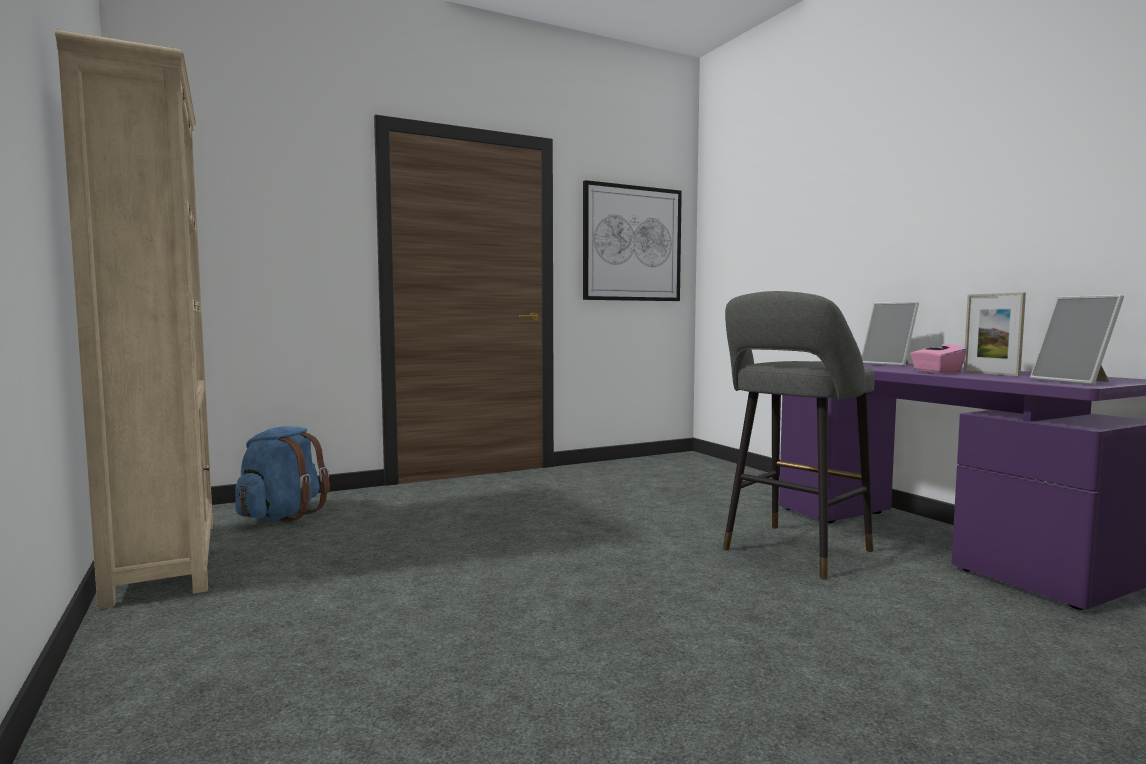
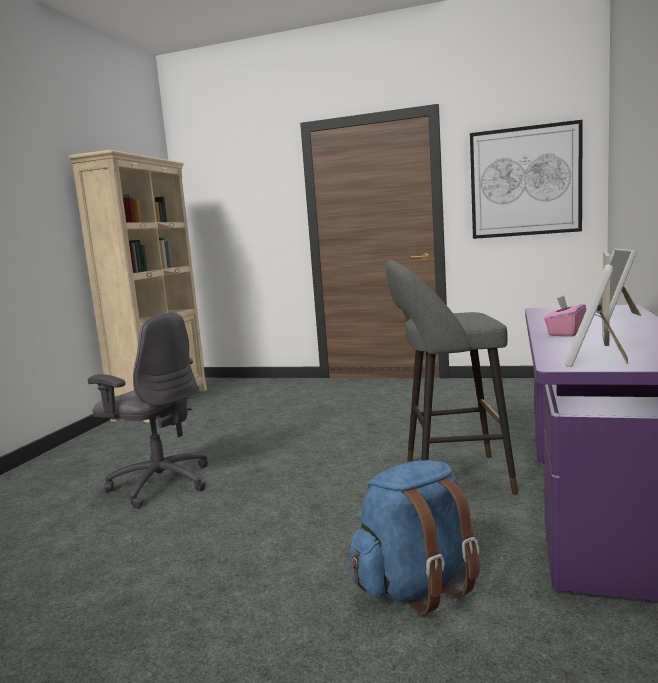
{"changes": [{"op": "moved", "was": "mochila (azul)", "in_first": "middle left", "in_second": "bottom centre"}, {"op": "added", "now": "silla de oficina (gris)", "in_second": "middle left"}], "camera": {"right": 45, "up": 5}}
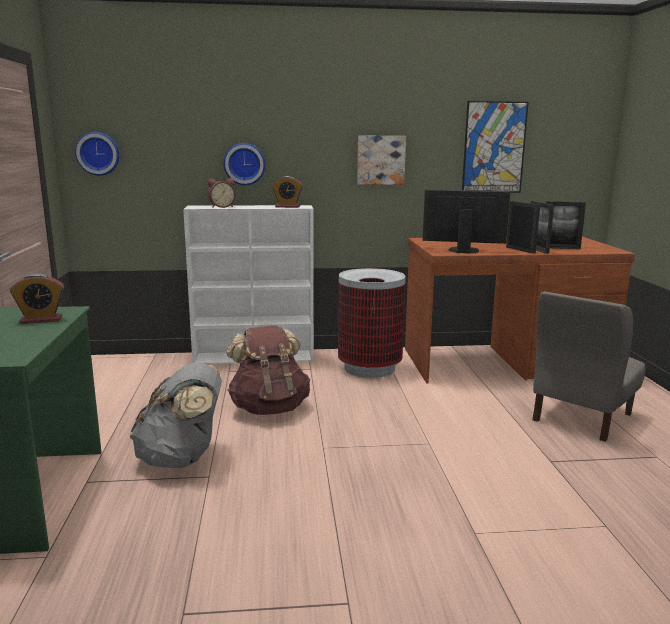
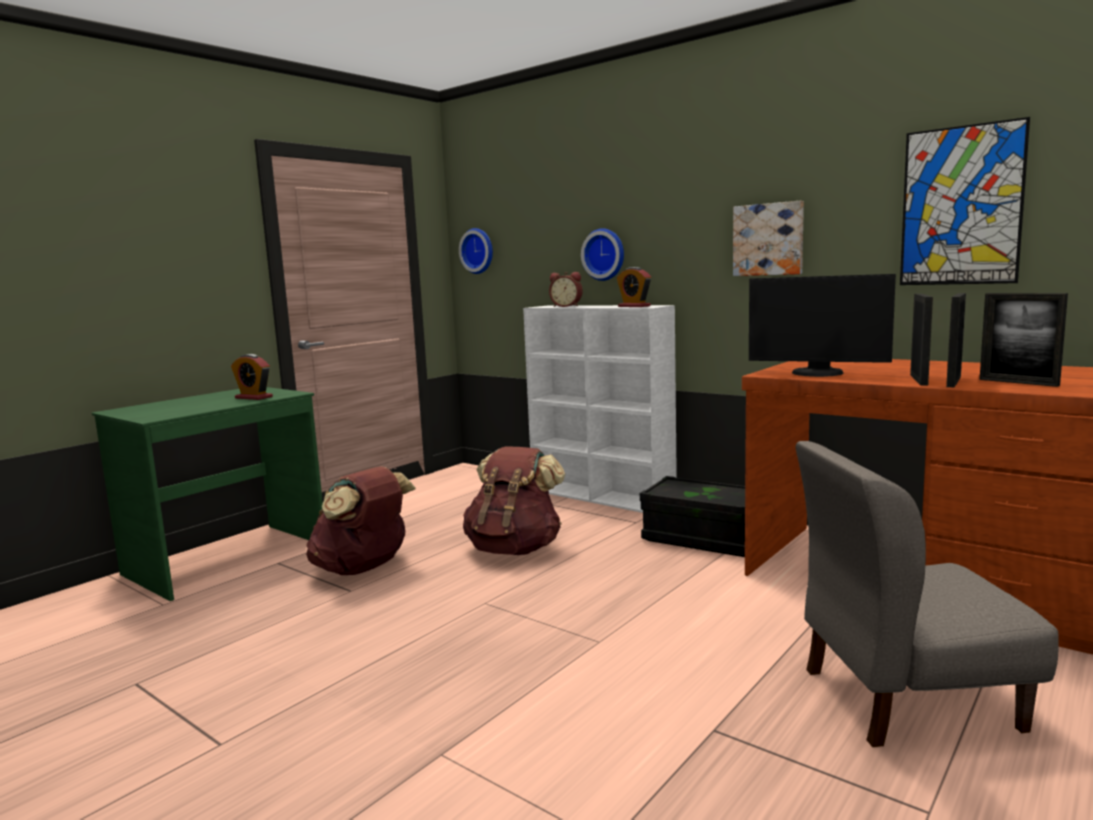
{"changes": [{"op": "turned", "was": "monitor", "in_first": "middle right", "in_second": "middle right", "clockwise": 150}, {"op": "replaced", "was": "papelera", "now": "caja de almacenaje (negro)", "in_first": "centre", "in_second": "centre"}, {"op": "recoloured", "was": "mochila (gris)", "now": "mochila (marrón) (1st from left)", "in_first": "middle left", "in_second": "middle left"}], "camera": {"right": 45, "up": -5}}
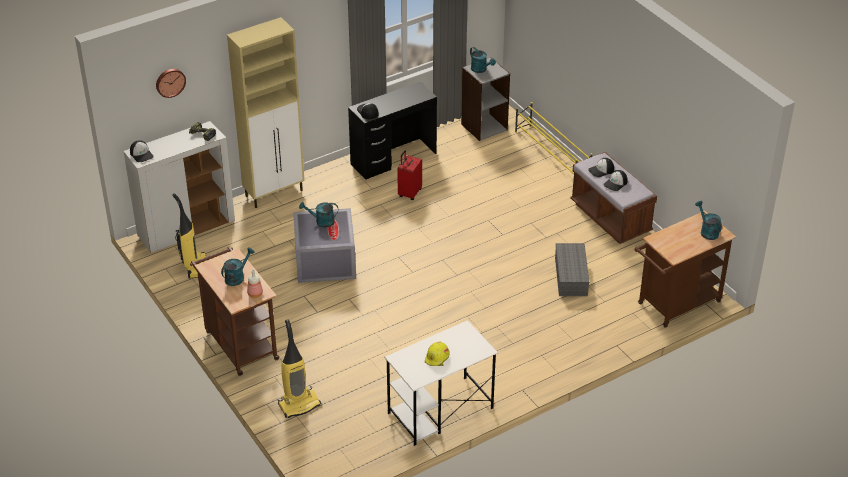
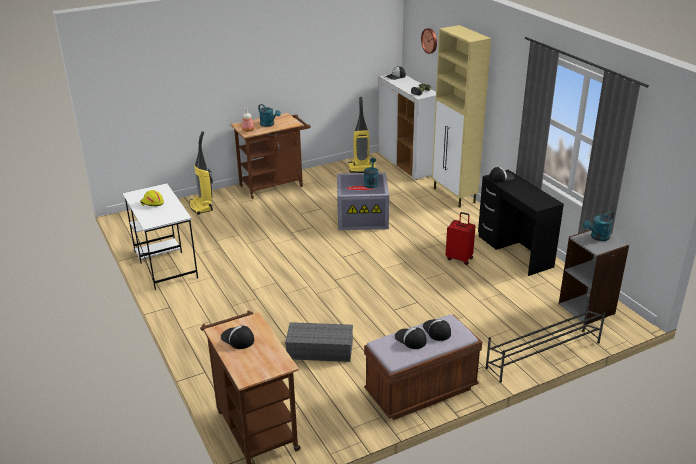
{"changes": [{"op": "recoloured", "was": "zapatero (amarillo)", "now": "zapatero (negro)", "in_first": "top centre", "in_second": "bottom right"}, {"op": "removed", "was": "regadera (turquesa) (4th from left)", "in_first": "middle right"}, {"op": "added", "now": "gorra (1st from left)", "in_second": "bottom centre"}], "camera": {"right": 95, "up": -10}}
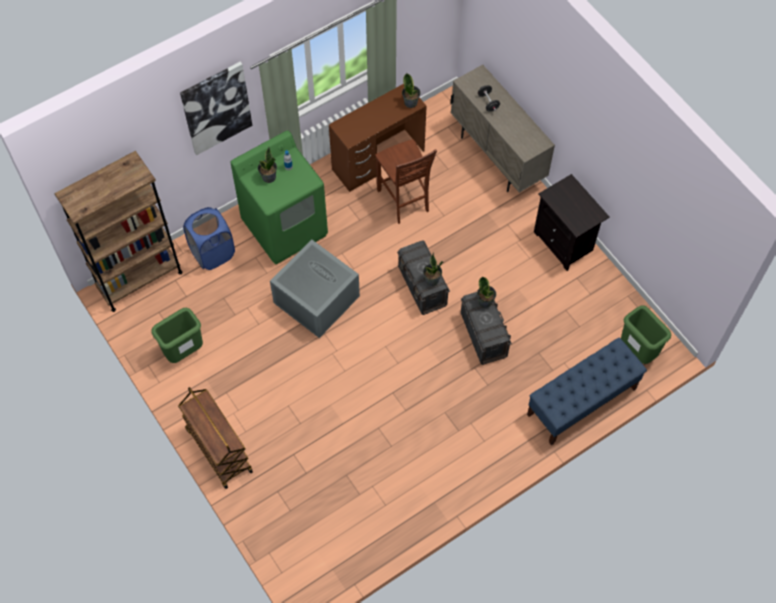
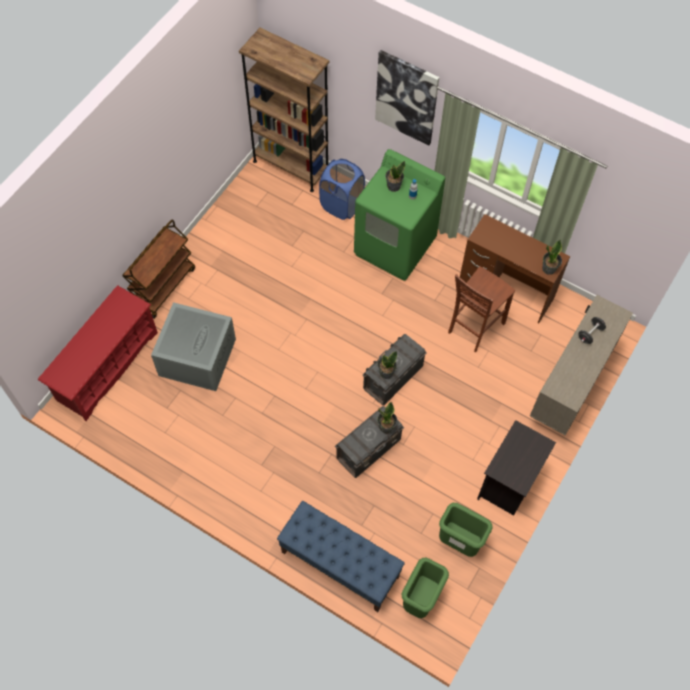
{"changes": [{"op": "moved", "was": "caja de almacenaje (gris) (1st from left)", "in_first": "centre", "in_second": "middle left"}, {"op": "moved", "was": "papelera (verde) (1st from left in the first image)", "now": "papelera (verde) (2nd from left)", "in_first": "middle left", "in_second": "bottom right"}, {"op": "added", "now": "zapatero (rojo)", "in_second": "middle left"}], "camera": {"right": 65, "up": 0}}
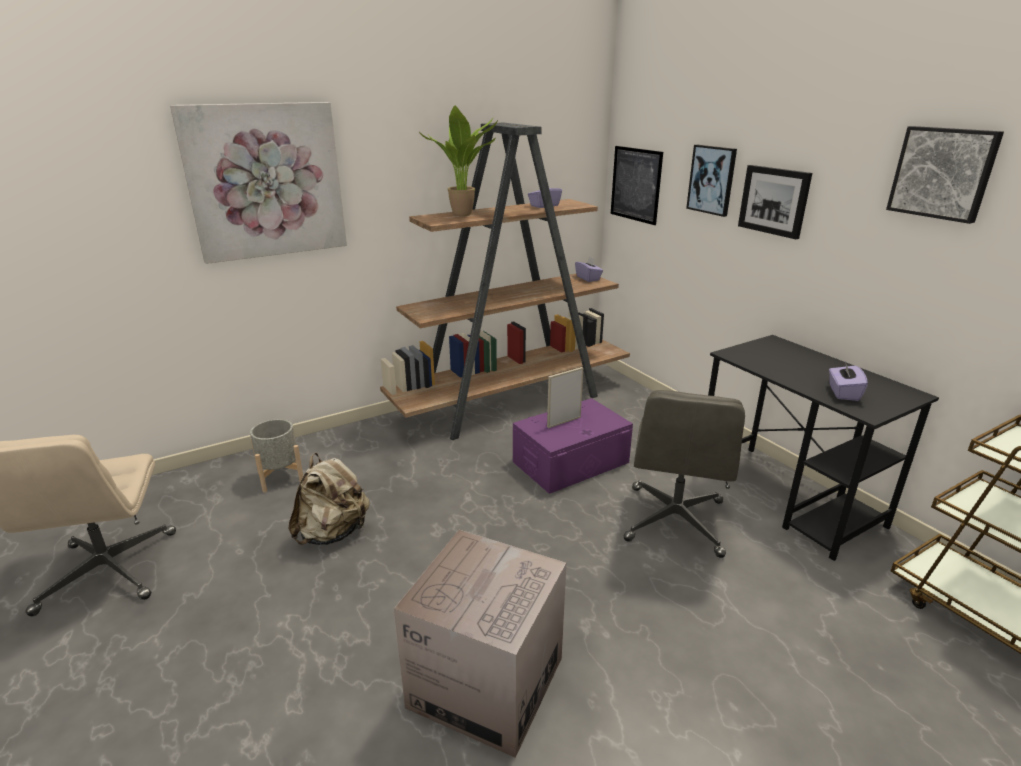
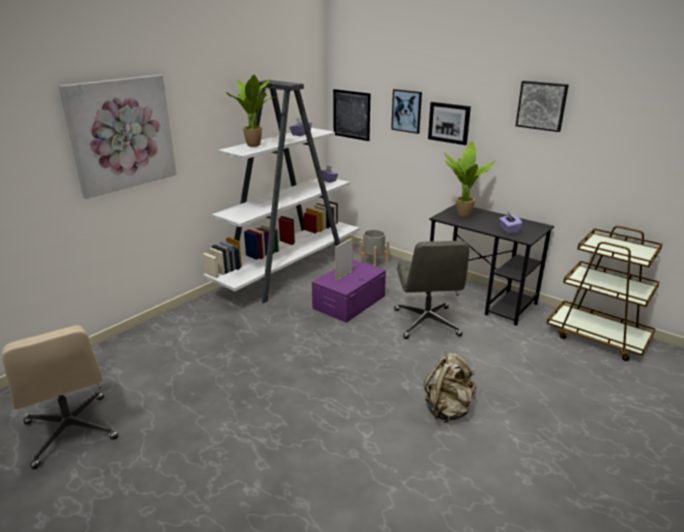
{"changes": [{"op": "recoloured", "was": "estantería (marrón)", "now": "estantería (blanco)", "in_first": "centre", "in_second": "centre"}, {"op": "moved", "was": "maceta (gris)", "in_first": "middle left", "in_second": "centre"}, {"op": "moved", "was": "mochila (beis)", "in_first": "middle left", "in_second": "bottom centre"}, {"op": "removed", "was": "caja de cartón", "in_first": "bottom centre"}, {"op": "added", "now": "planta en maceta (2nd from left)", "in_second": "middle right"}], "camera": {"right": -20, "up": 0}}
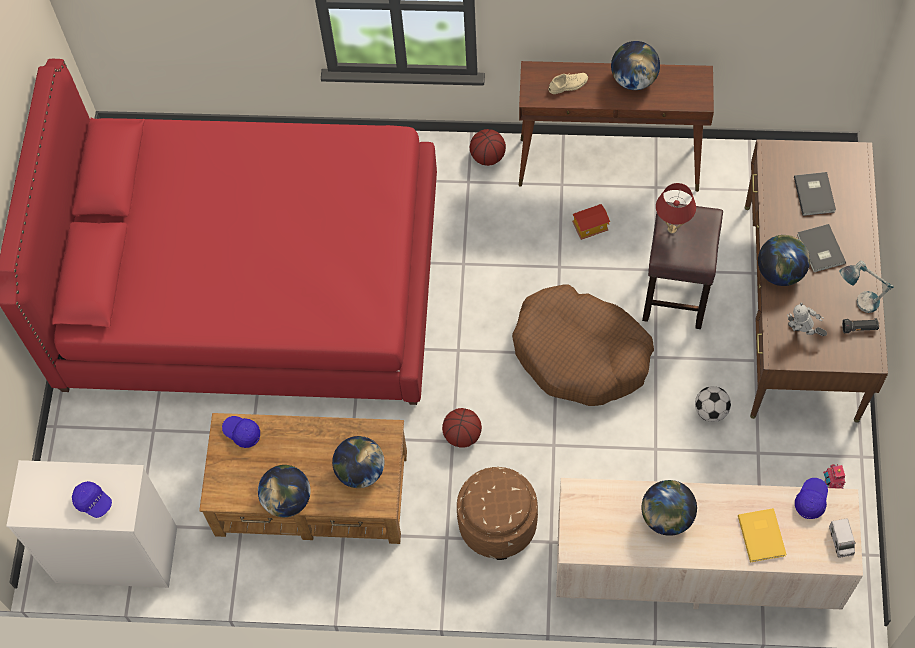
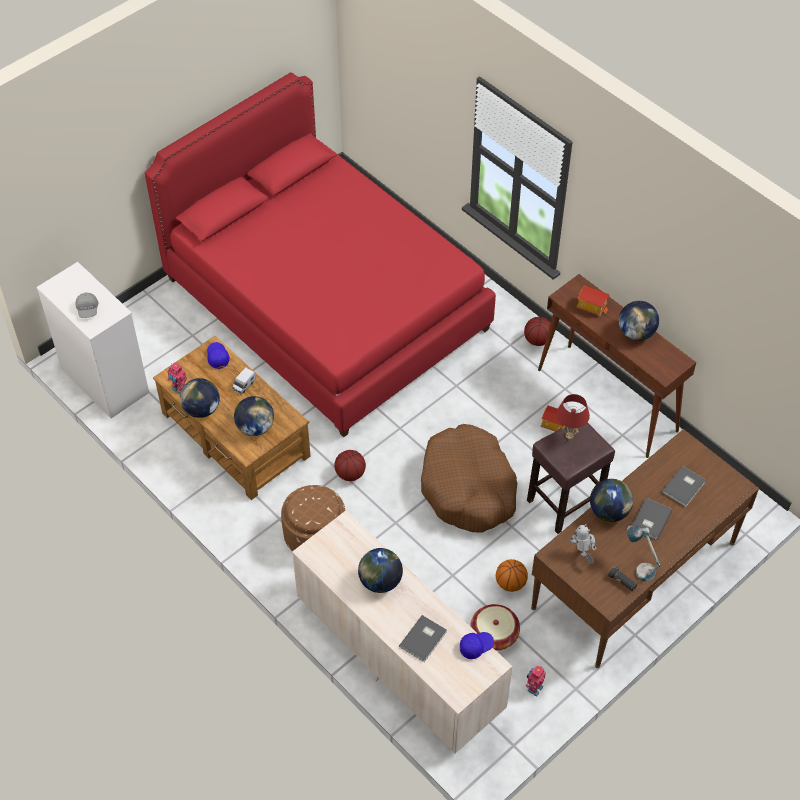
{"changes": [{"op": "replaced", "was": "zapato (beis)", "now": "casita (2nd from left)", "in_first": "top centre", "in_second": "middle right"}, {"op": "replaced", "was": "balón de fútbol", "now": "balón de baloncesto (2nd from left)", "in_first": "middle right", "in_second": "bottom centre"}, {"op": "recoloured", "was": "gorra (azul) (1st from left)", "now": "gorra (gris)", "in_first": "bottom left", "in_second": "middle left"}, {"op": "recoloured", "was": "libro (amarillo)", "now": "libro (gris) (1st from left)", "in_first": "bottom right", "in_second": "bottom centre"}, {"op": "moved", "was": "camión de juguete", "in_first": "bottom right", "in_second": "middle left"}, {"op": "added", "now": "robot de juguete (1st from left)", "in_second": "middle left"}, {"op": "added", "now": "cesta", "in_second": "bottom centre"}], "camera": {"right": 40, "up": -10}}
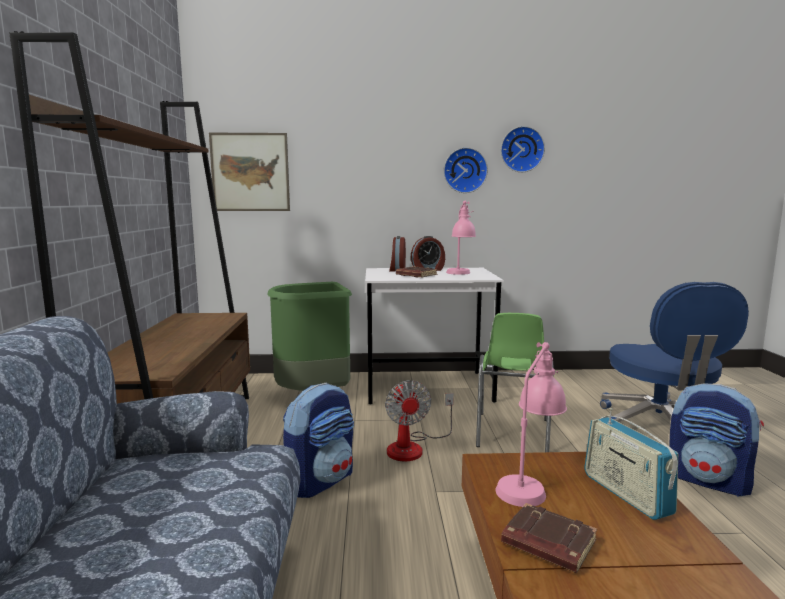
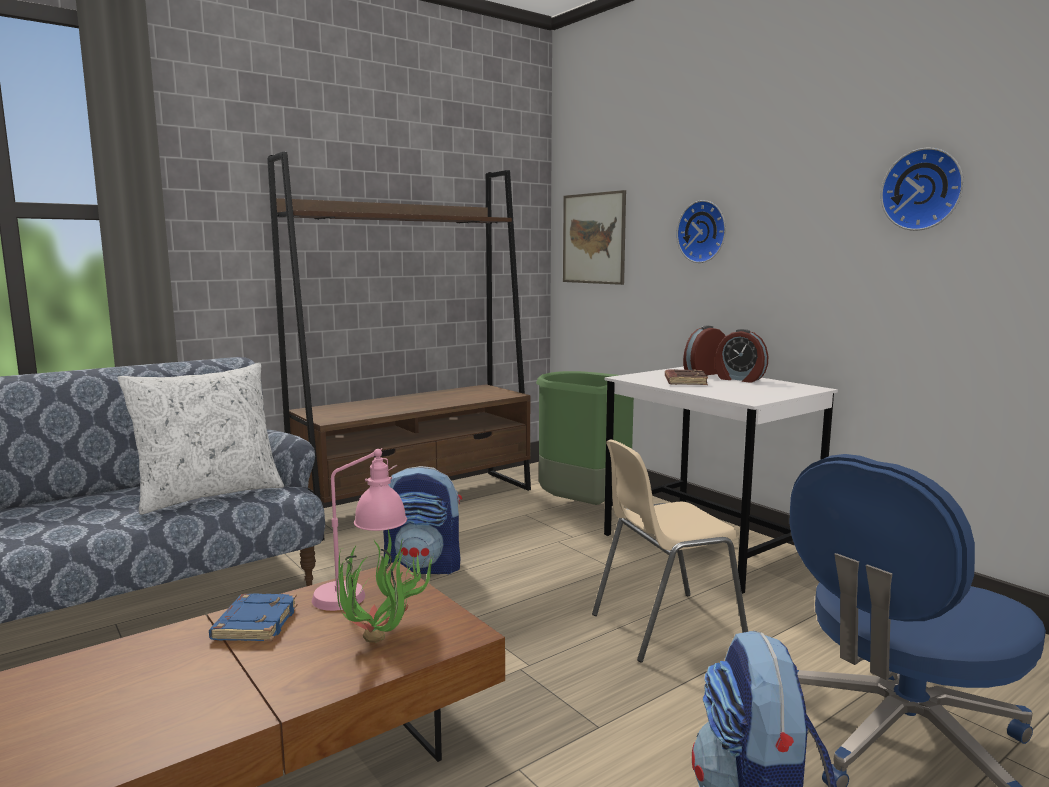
{"changes": [{"op": "moved", "was": "reloj de pared (1st from left)", "in_first": "top centre", "in_second": "top right"}, {"op": "removed", "was": "lámpara de mesa (rosa) (1st from left)", "in_first": "centre"}, {"op": "recoloured", "was": "silla (verde)", "now": "silla (beis)", "in_first": "centre", "in_second": "bottom centre"}, {"op": "removed", "was": "ventilador", "in_first": "bottom centre"}, {"op": "replaced", "was": "radio", "now": "planta en maceta", "in_first": "bottom right", "in_second": "bottom centre"}, {"op": "recoloured", "was": "libro (marrón) (2nd from left)", "now": "libro (azul)", "in_first": "bottom right", "in_second": "bottom left"}, {"op": "added", "now": "cojín (blanco)", "in_second": "middle left"}], "camera": {"right": 55, "up": 0}}
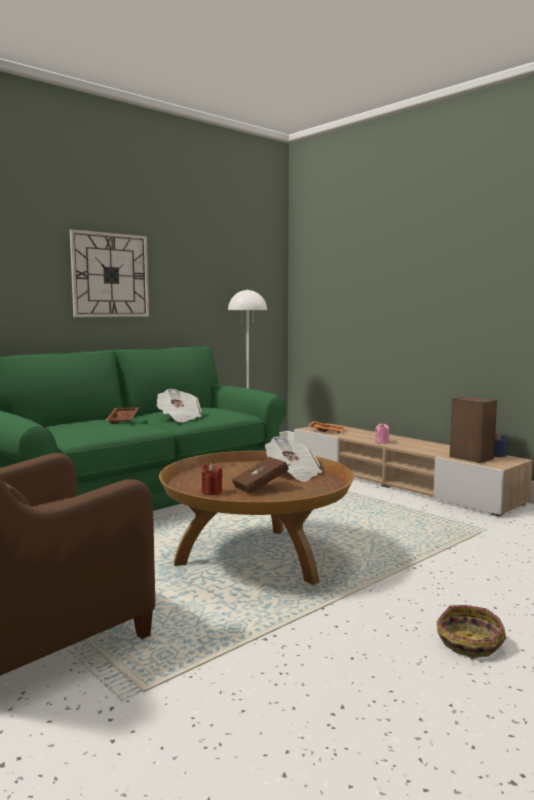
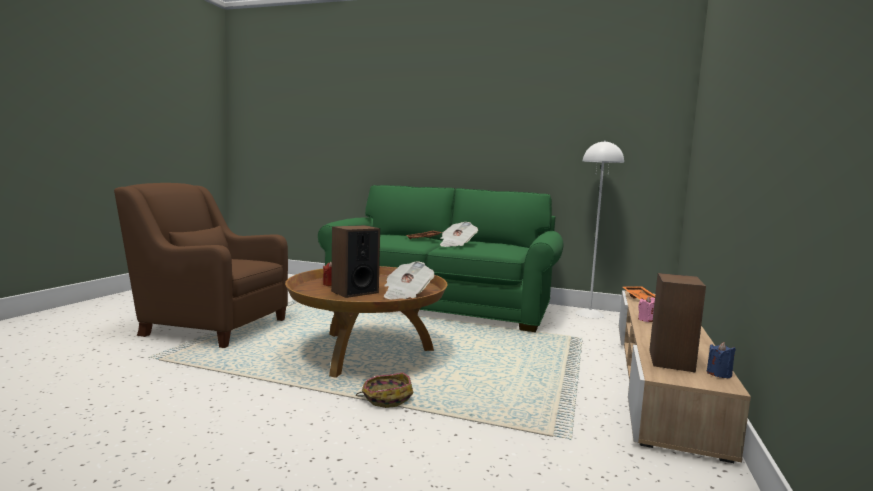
{"changes": [{"op": "removed", "was": "reloj de pared", "in_first": "middle left"}, {"op": "replaced", "was": "libro (marrón)", "now": "altavoz (1st from left)", "in_first": "centre", "in_second": "centre"}, {"op": "moved", "was": "cesta", "in_first": "bottom right", "in_second": "bottom centre"}], "camera": {"right": 60, "up": 0}}
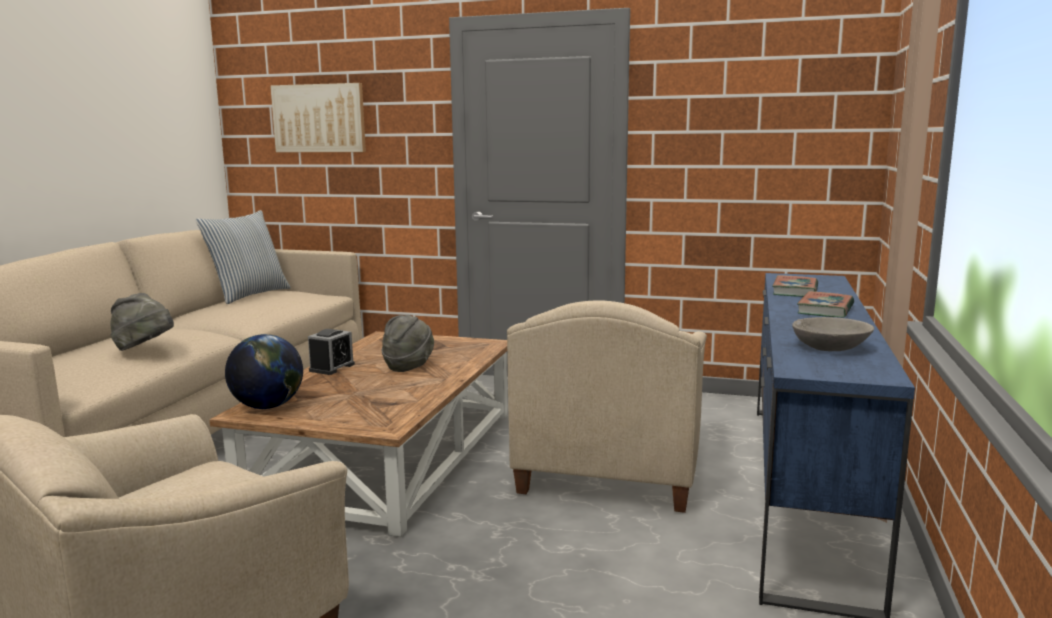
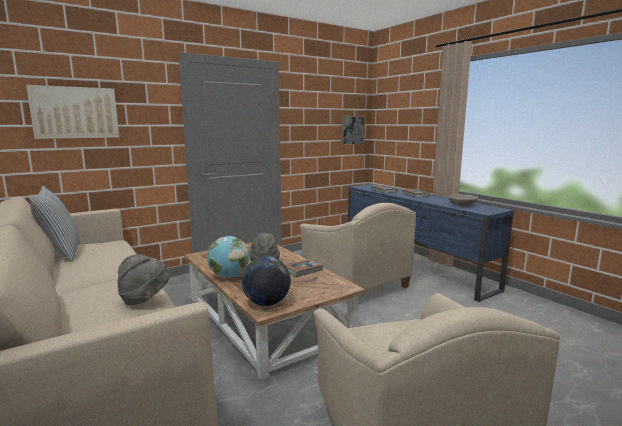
{"changes": [{"op": "replaced", "was": "despertador", "now": "globo terráqueo (1st from left)", "in_first": "middle left", "in_second": "centre"}, {"op": "added", "now": "cuadro (2nd from left)", "in_second": "top centre"}, {"op": "added", "now": "libro (1st from left)", "in_second": "centre"}], "camera": {"right": -50, "up": 0}}
